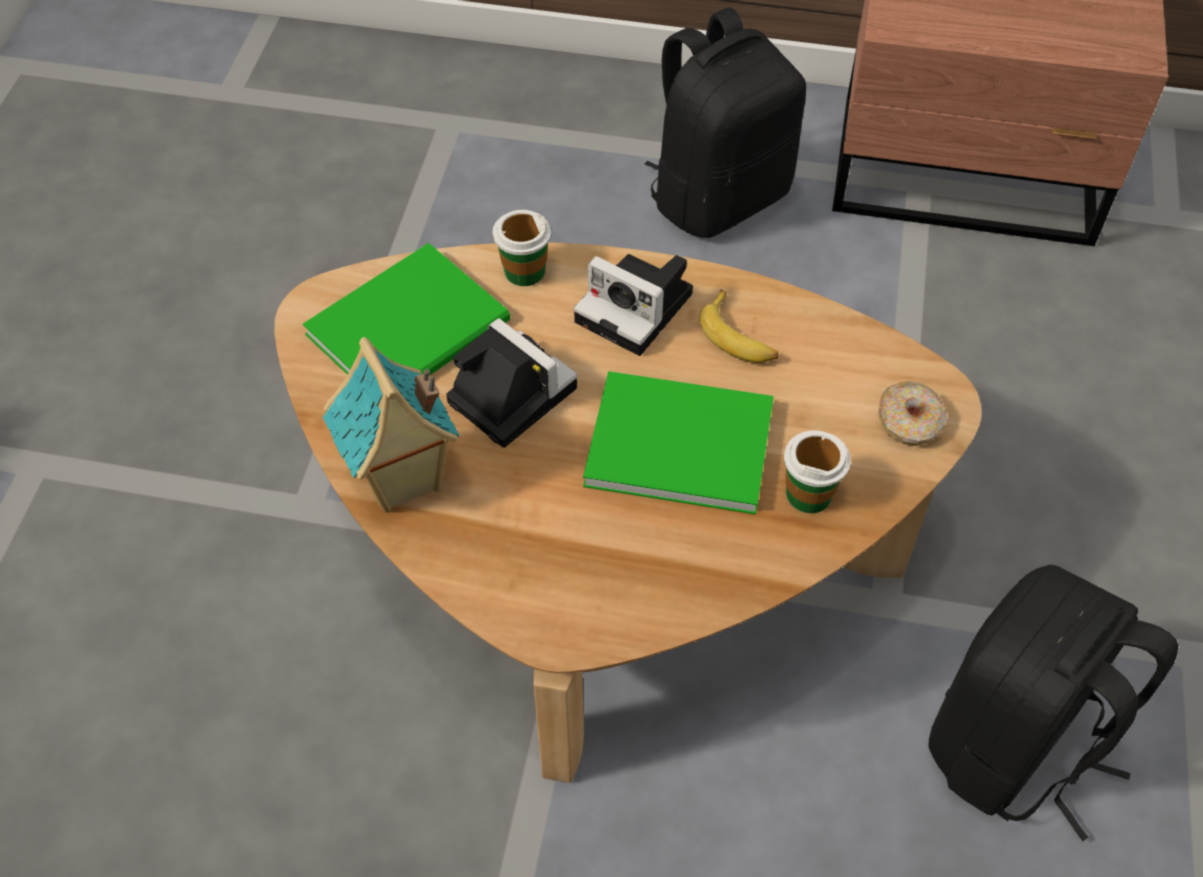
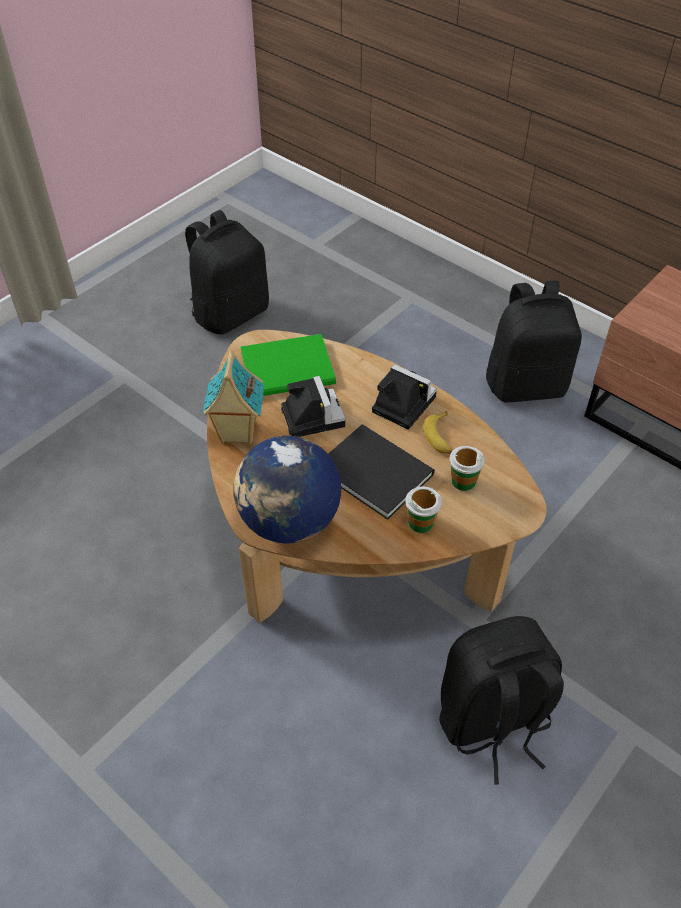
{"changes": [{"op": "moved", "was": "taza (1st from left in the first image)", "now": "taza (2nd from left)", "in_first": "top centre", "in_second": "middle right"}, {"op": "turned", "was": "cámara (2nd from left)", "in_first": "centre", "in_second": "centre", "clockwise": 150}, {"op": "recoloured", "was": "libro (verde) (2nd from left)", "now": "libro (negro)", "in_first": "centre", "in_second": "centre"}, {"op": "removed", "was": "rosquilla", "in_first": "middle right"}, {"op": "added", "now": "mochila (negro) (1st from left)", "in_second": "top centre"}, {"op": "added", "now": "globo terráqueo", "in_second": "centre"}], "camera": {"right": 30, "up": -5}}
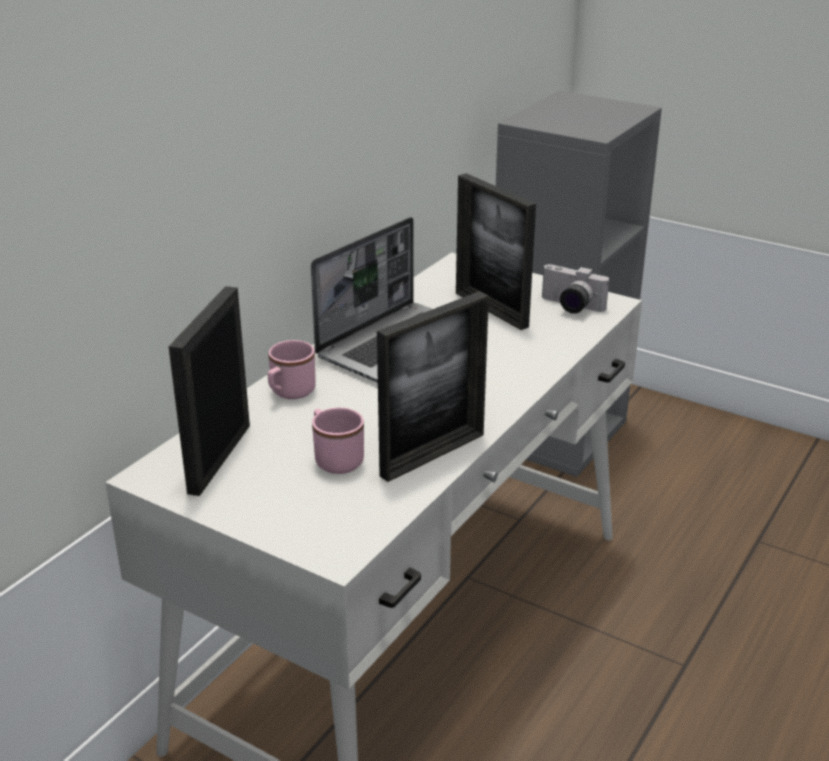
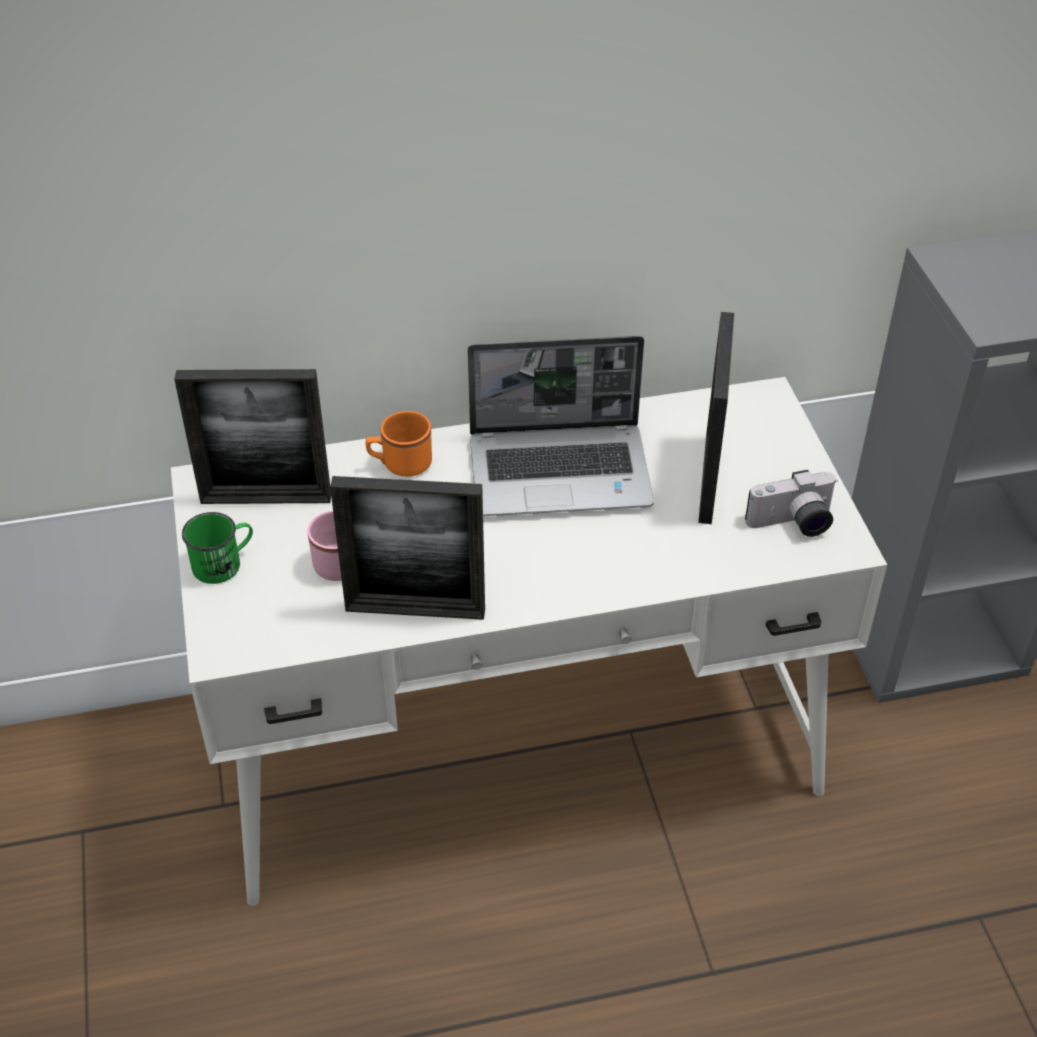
{"changes": [{"op": "turned", "was": "cámara", "in_first": "middle right", "in_second": "middle right", "clockwise": -90}, {"op": "turned", "was": "portarretratos (1st from left)", "in_first": "middle left", "in_second": "middle left", "clockwise": -150}, {"op": "recoloured", "was": "taza grande (rosa) (1st from left)", "now": "taza grande (naranja)", "in_first": "centre", "in_second": "centre"}, {"op": "added", "now": "taza grande (verde)", "in_second": "middle left"}], "camera": {"right": 45, "up": 15}}
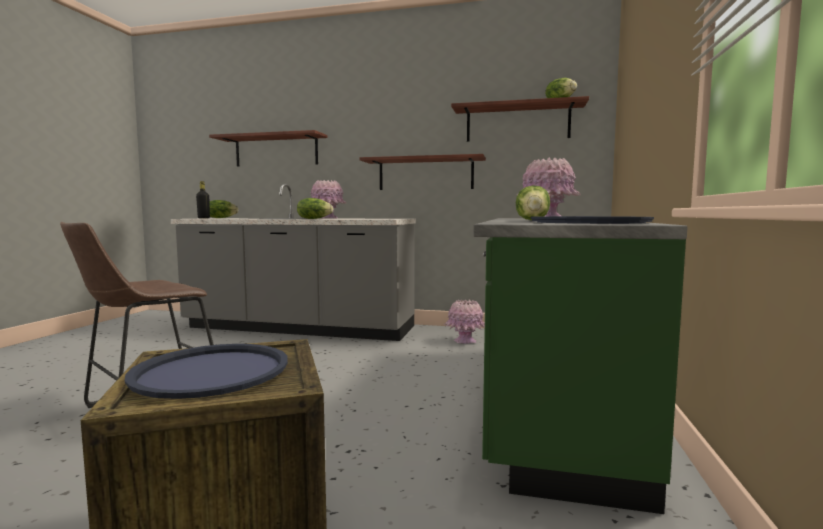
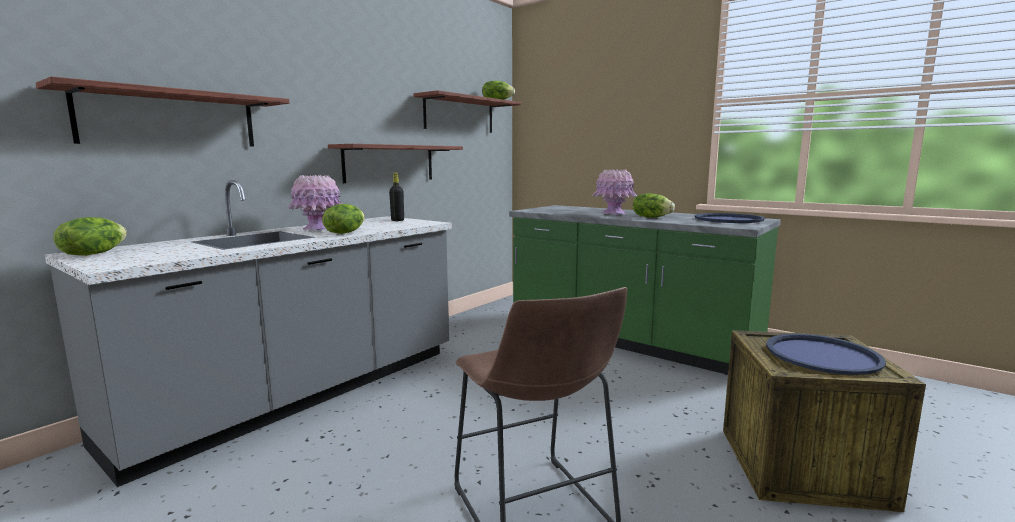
{"changes": [{"op": "moved", "was": "botella (negro)", "in_first": "middle left", "in_second": "centre"}, {"op": "removed", "was": "florero (rosa) (2nd from left)", "in_first": "centre"}], "camera": {"right": -65, "up": 5}}
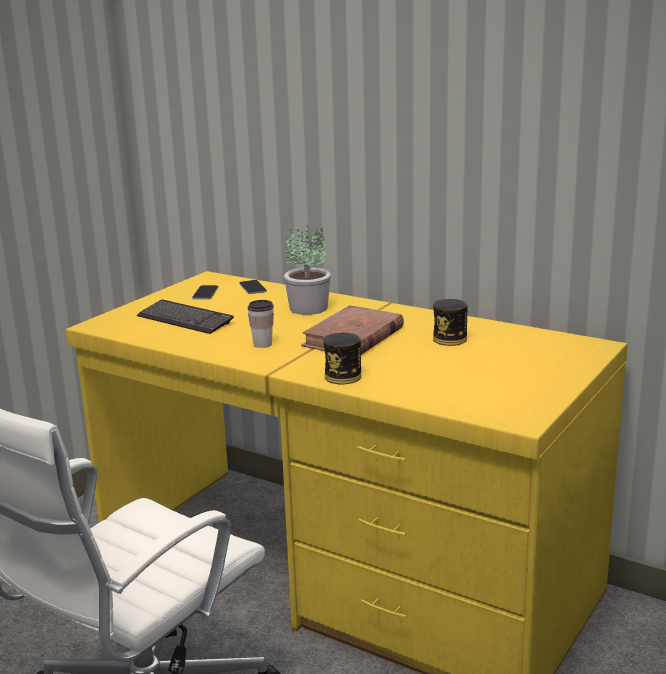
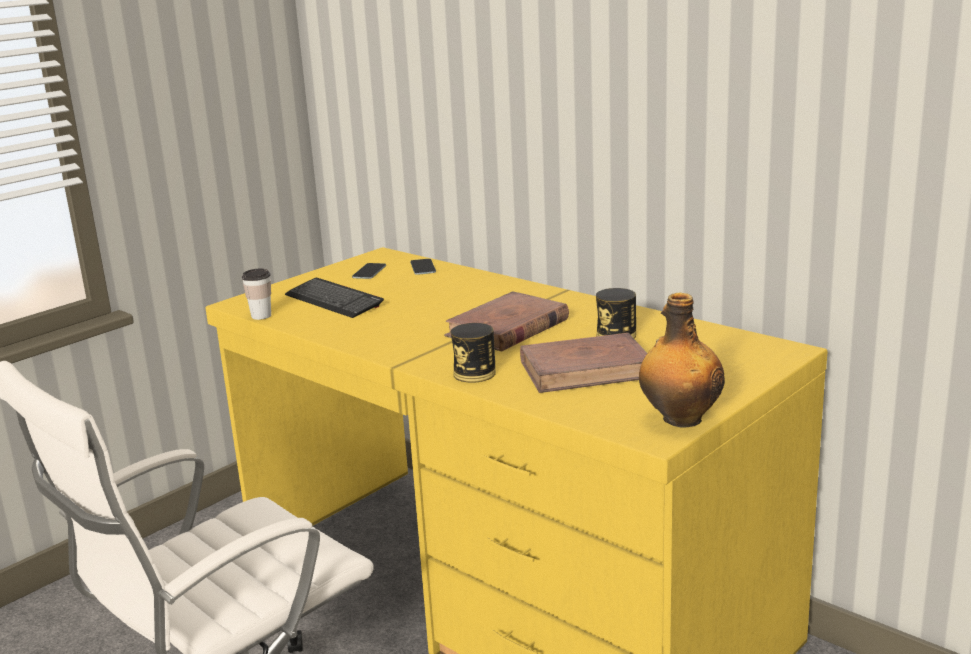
{"changes": [{"op": "removed", "was": "planta en maceta", "in_first": "centre"}, {"op": "moved", "was": "taza", "in_first": "centre", "in_second": "middle left"}, {"op": "added", "now": "botella", "in_second": "middle right"}, {"op": "added", "now": "libro (marrón) (2nd from left)", "in_second": "centre"}], "camera": {"right": 10, "up": 0}}
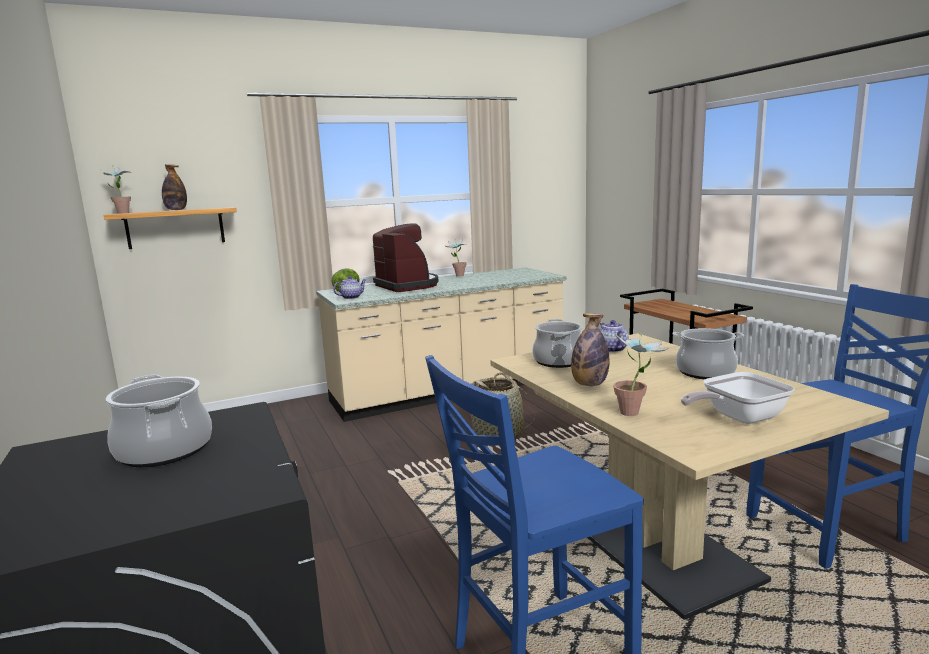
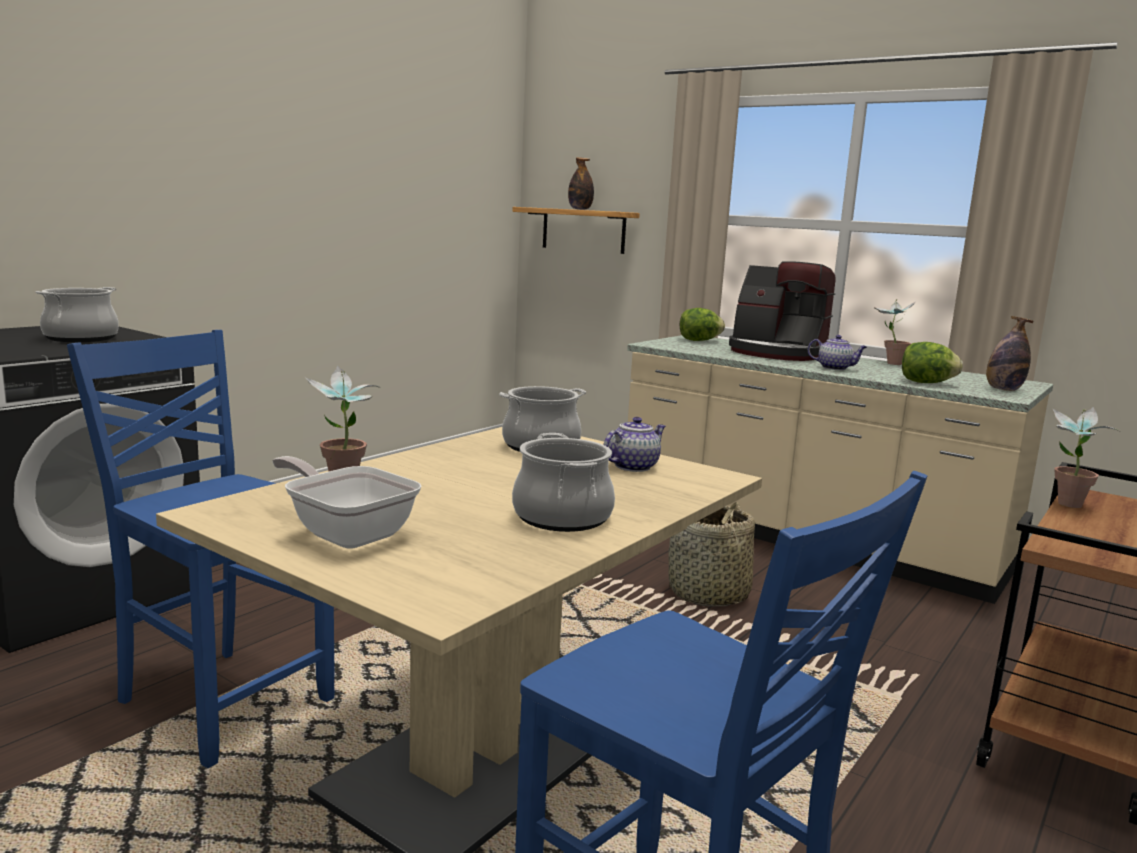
{"changes": [{"op": "moved", "was": "planta en maceta (1st from left in the first image)", "now": "planta en maceta (3rd from left)", "in_first": "top left", "in_second": "middle right"}, {"op": "turned", "was": "cafetera", "in_first": "centre", "in_second": "middle right", "clockwise": 90}, {"op": "moved", "was": "tetera (1st from left in the first image)", "now": "tetera (2nd from left)", "in_first": "centre", "in_second": "middle right"}, {"op": "moved", "was": "botella (2nd from left)", "in_first": "centre", "in_second": "middle right"}, {"op": "added", "now": "lechuga (2nd from left)", "in_second": "middle right"}], "camera": {"right": 60, "up": 0}}
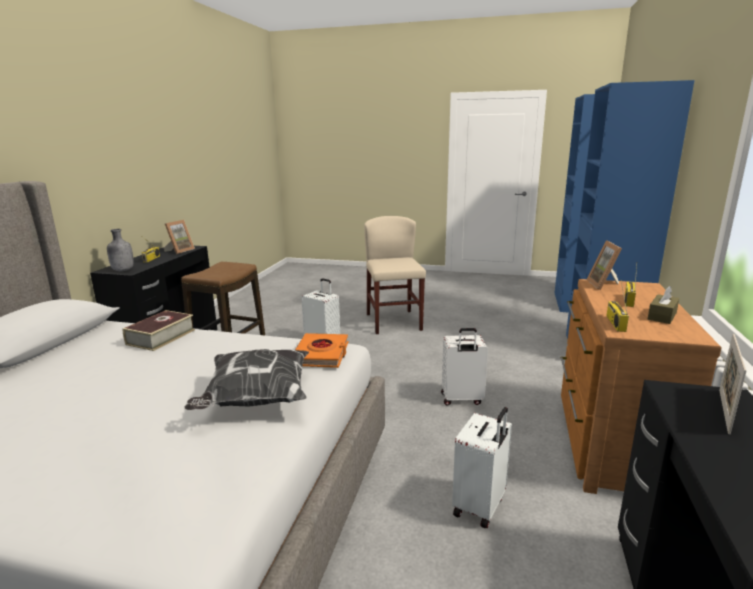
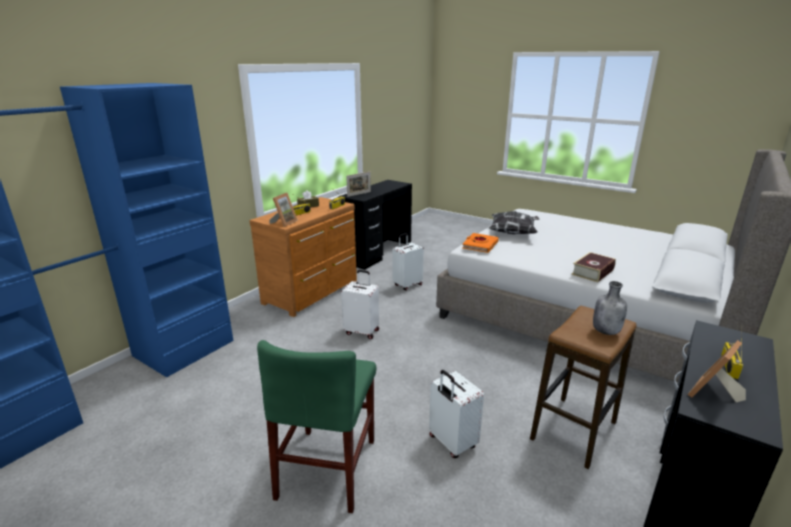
{"changes": [{"op": "recoloured", "was": "silla (beis)", "now": "silla (verde)", "in_first": "centre", "in_second": "bottom centre"}, {"op": "moved", "was": "botella (gris)", "in_first": "middle left", "in_second": "middle right"}], "camera": {"right": -160, "up": 5}}
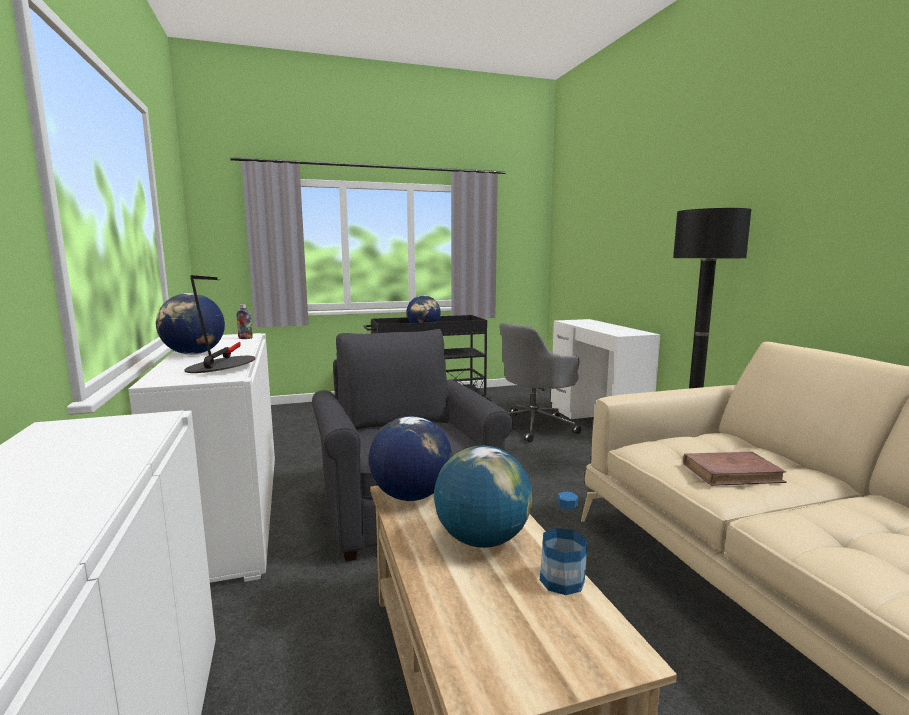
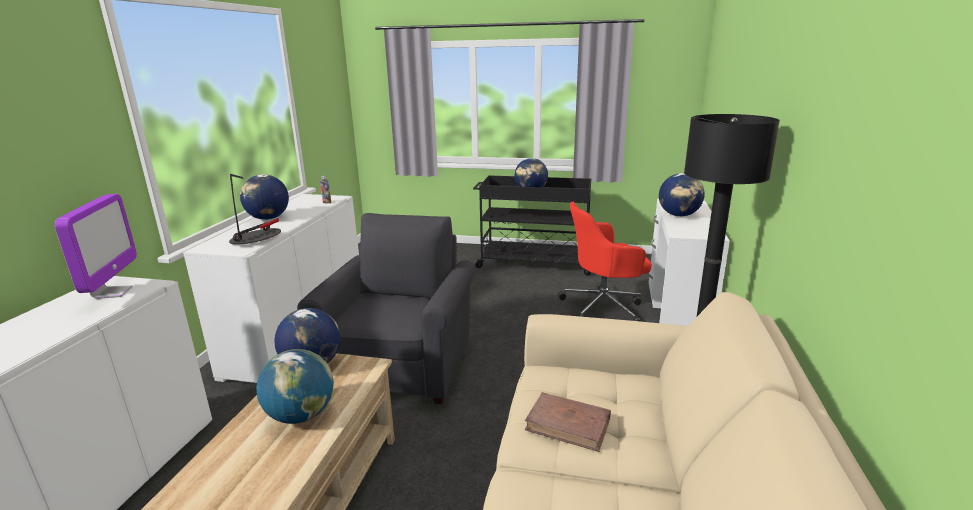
{"changes": [{"op": "recoloured", "was": "silla de oficina (gris)", "now": "silla de oficina (rojo)", "in_first": "centre", "in_second": "centre"}, {"op": "removed", "was": "botella (2nd from left)", "in_first": "bottom centre"}, {"op": "added", "now": "globo terráqueo (5th from left)", "in_second": "middle right"}, {"op": "added", "now": "monitor", "in_second": "middle left"}], "camera": {"right": 30, "up": 10}}
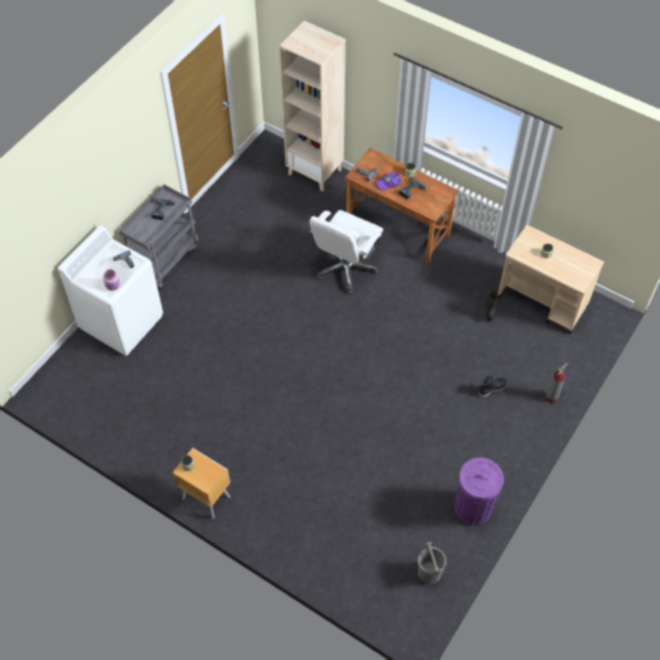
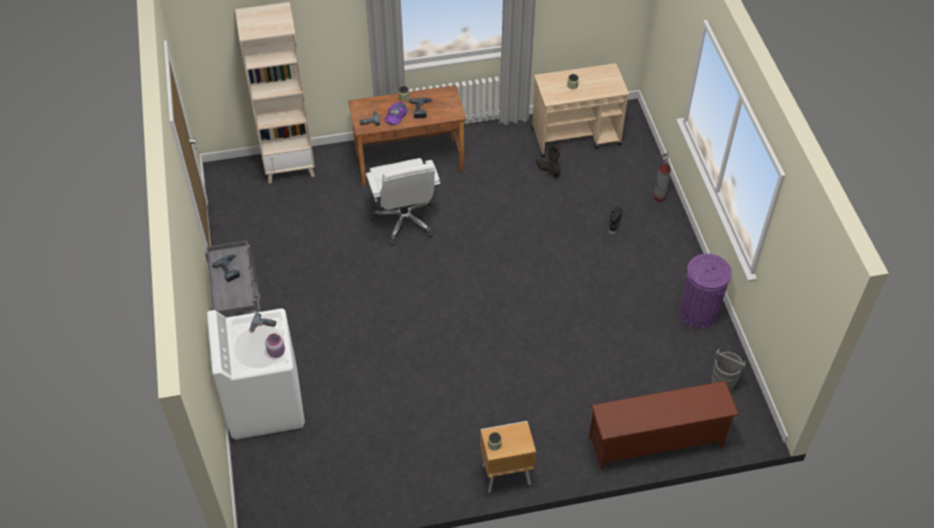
{"changes": [{"op": "added", "now": "zapatero (marrón)", "in_second": "bottom right"}], "camera": {"right": -45, "up": -5}}
